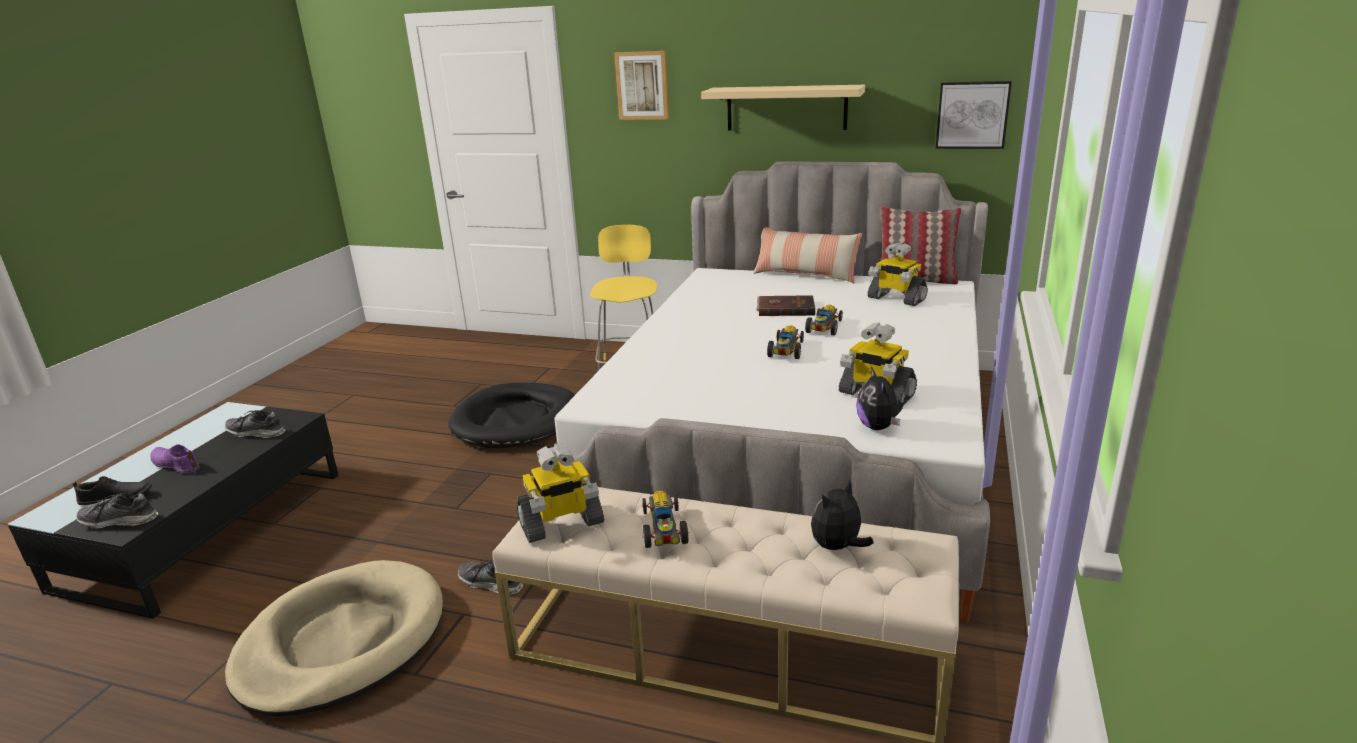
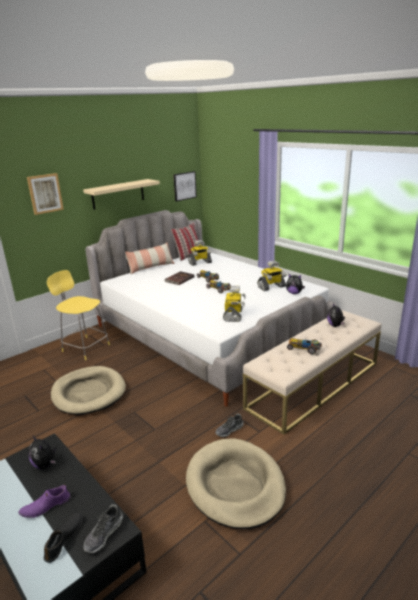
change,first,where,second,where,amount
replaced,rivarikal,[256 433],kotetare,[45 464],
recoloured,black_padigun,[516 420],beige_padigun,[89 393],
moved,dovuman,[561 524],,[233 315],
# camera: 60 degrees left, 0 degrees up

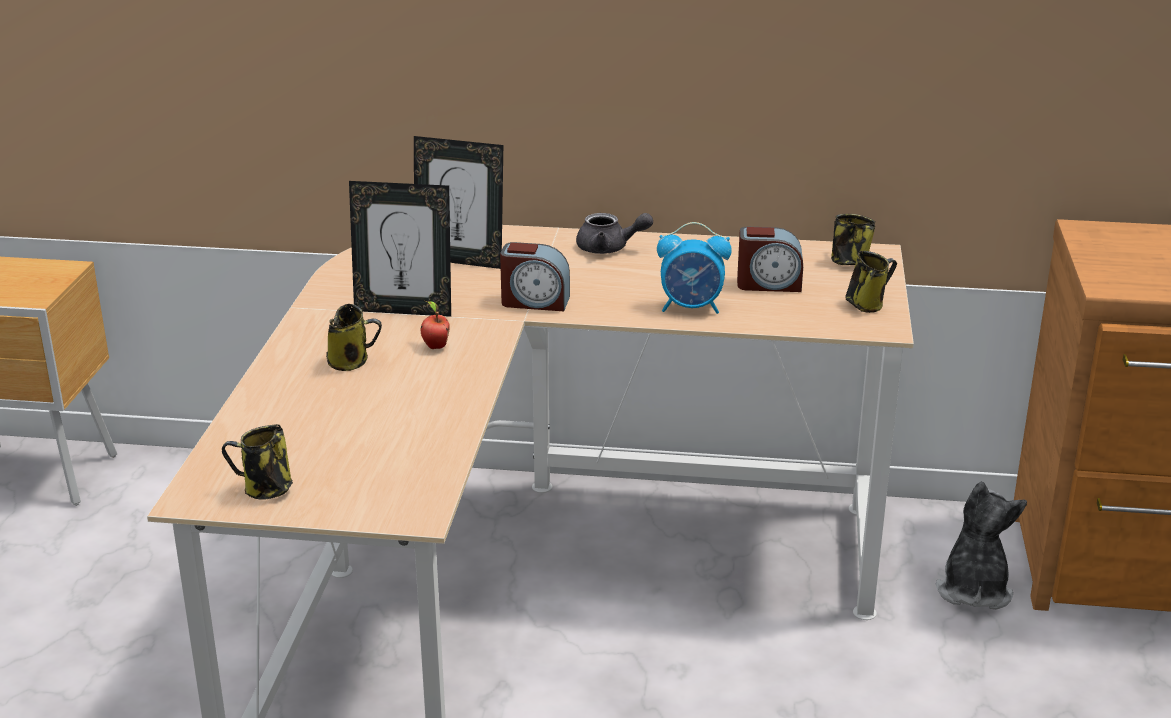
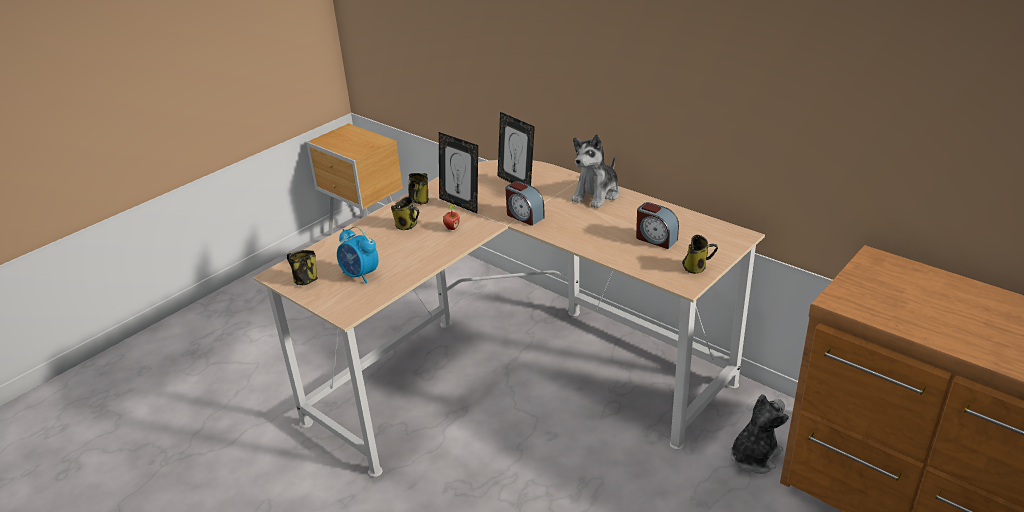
change,first,where,second,where,amount
replaced,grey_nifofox,[609 248],kotetare,[597 194],
moved,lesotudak,[692 308],,[360 275],
moved,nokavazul,[848 262],,[420 200],
# camera: 35 degrees right, 5 degrees up

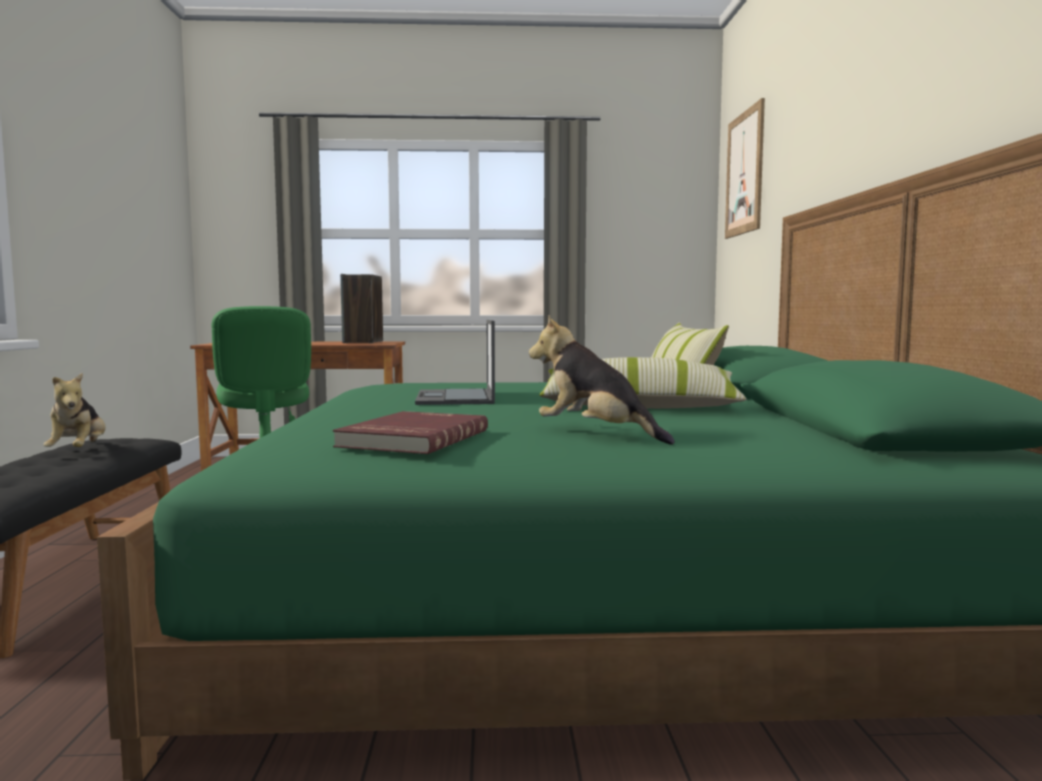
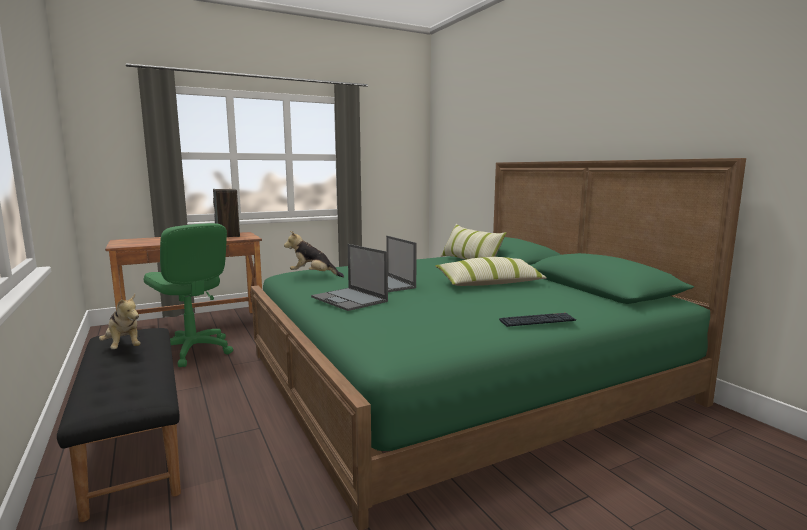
change,first,where,second,where,amount
removed,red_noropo,[412 438],,,
moved,kotetare,[596 435],,[313 275],
removed,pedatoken,[744 173],,,
added,,,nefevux,[350 299],
added,,,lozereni,[537 321],
# camera: 25 degrees left, 5 degrees up

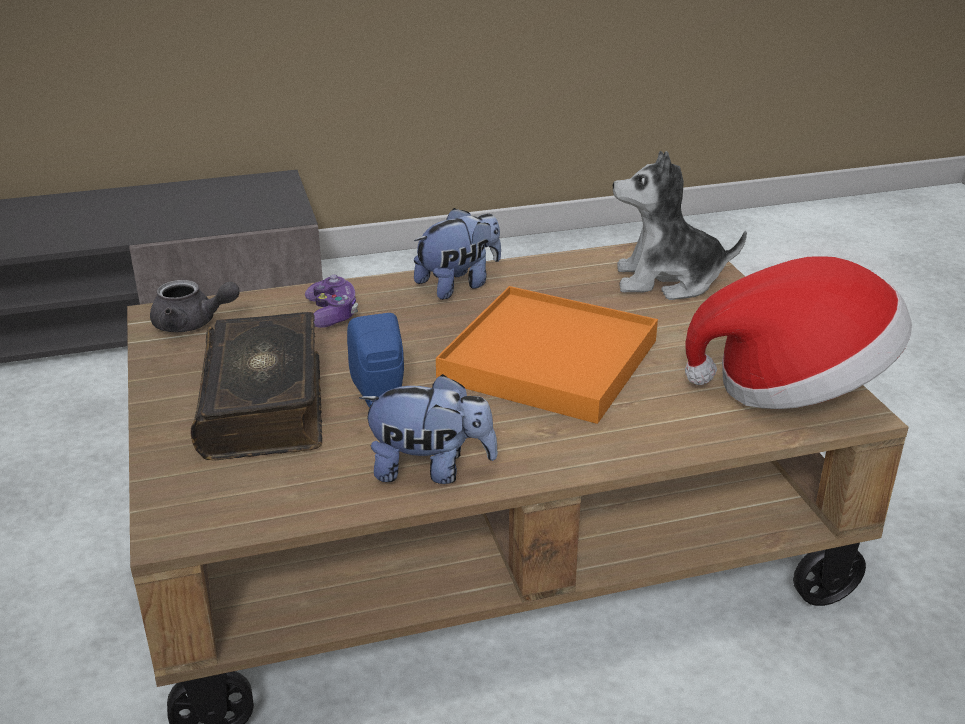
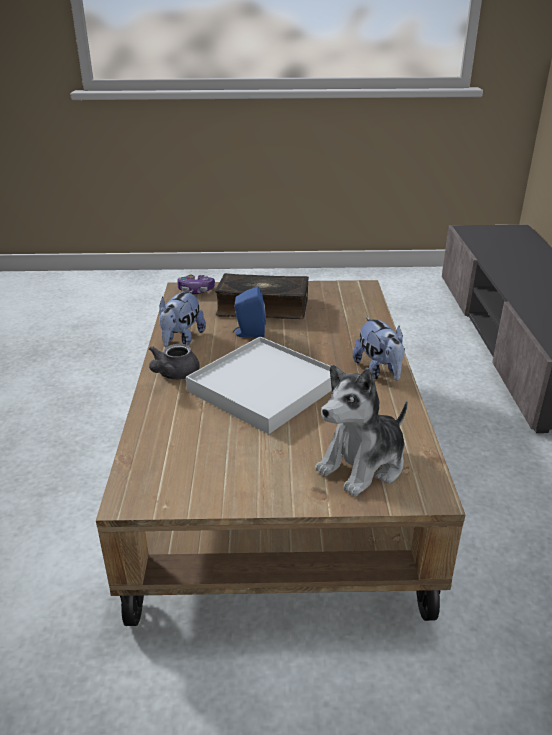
change,first,where,second,where,amount
moved,grey_nifofox,[192 324],,[174 374],
moved,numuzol,[332 313],,[196 290],
recoloured,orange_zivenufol,[549 361],white_zivenufol,[263 388],
turned,kotetare,[667 281],,[363 465],150 degrees counterclockwise
removed,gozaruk,[794 387],,,
# camera: 105 degrees right, 0 degrees up

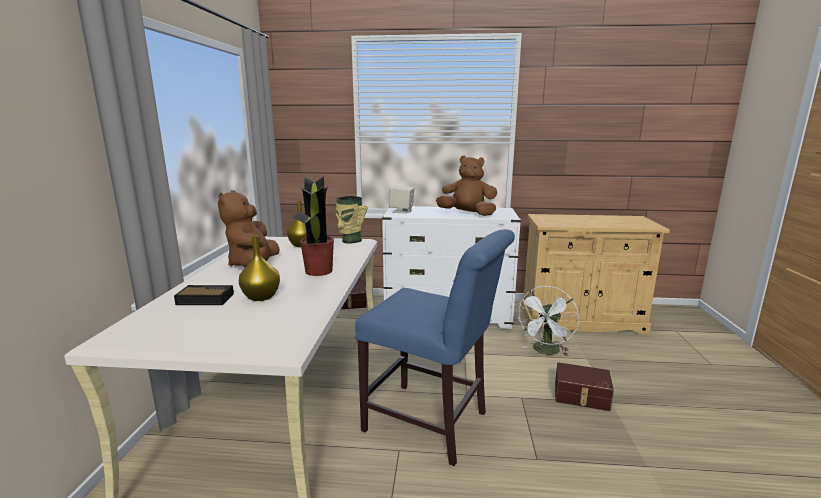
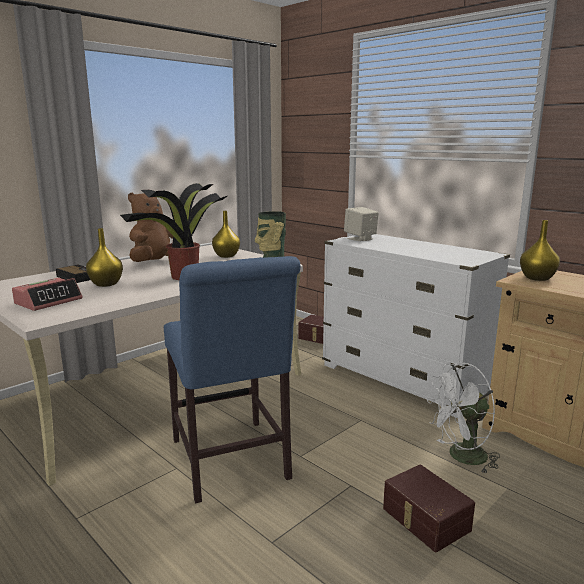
change,first,where,second,where,amount
removed,brown_kotetare,[467 214],,,
added,,,lesotudak,[49 301],
added,,,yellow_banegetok,[537 278],
# camera: 40 degrees right, 0 degrees up

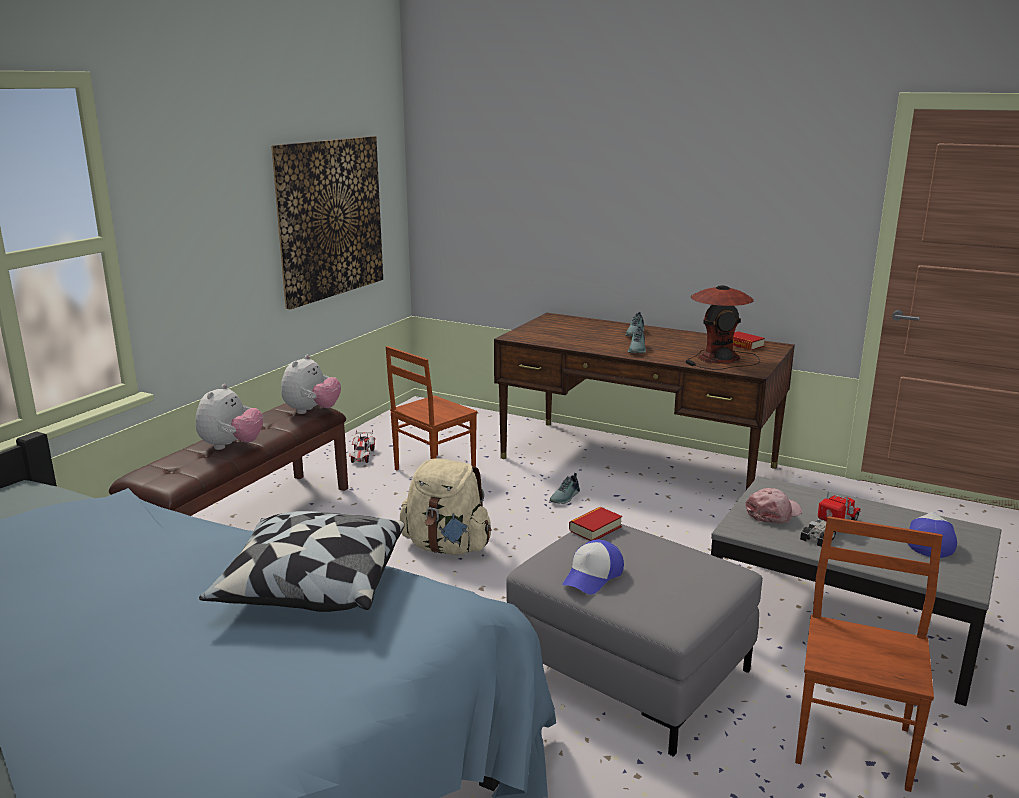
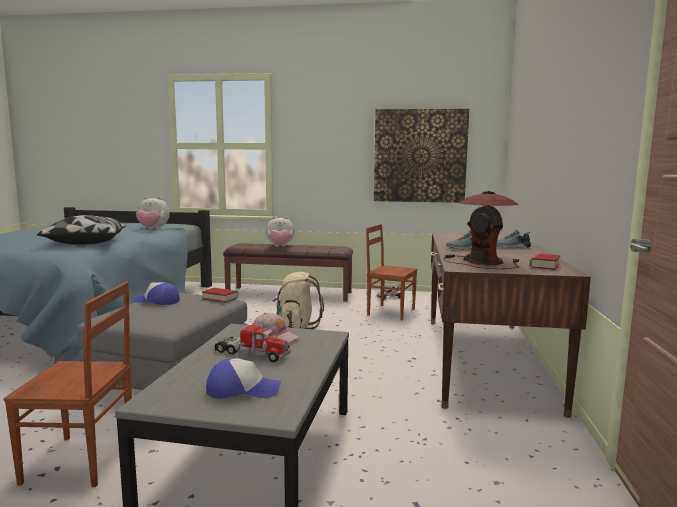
change,first,where,second,where,amount
moved,kotetare,[312 411],,[152 229],
removed,rivarikal,[566 497],,,
# camera: 70 degrees right, 10 degrees down

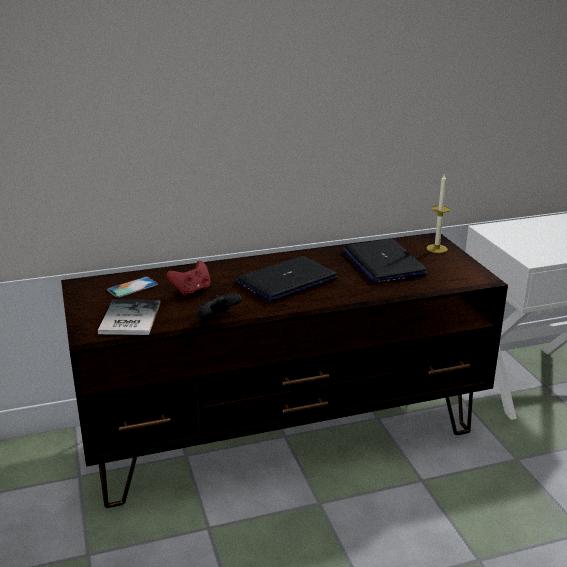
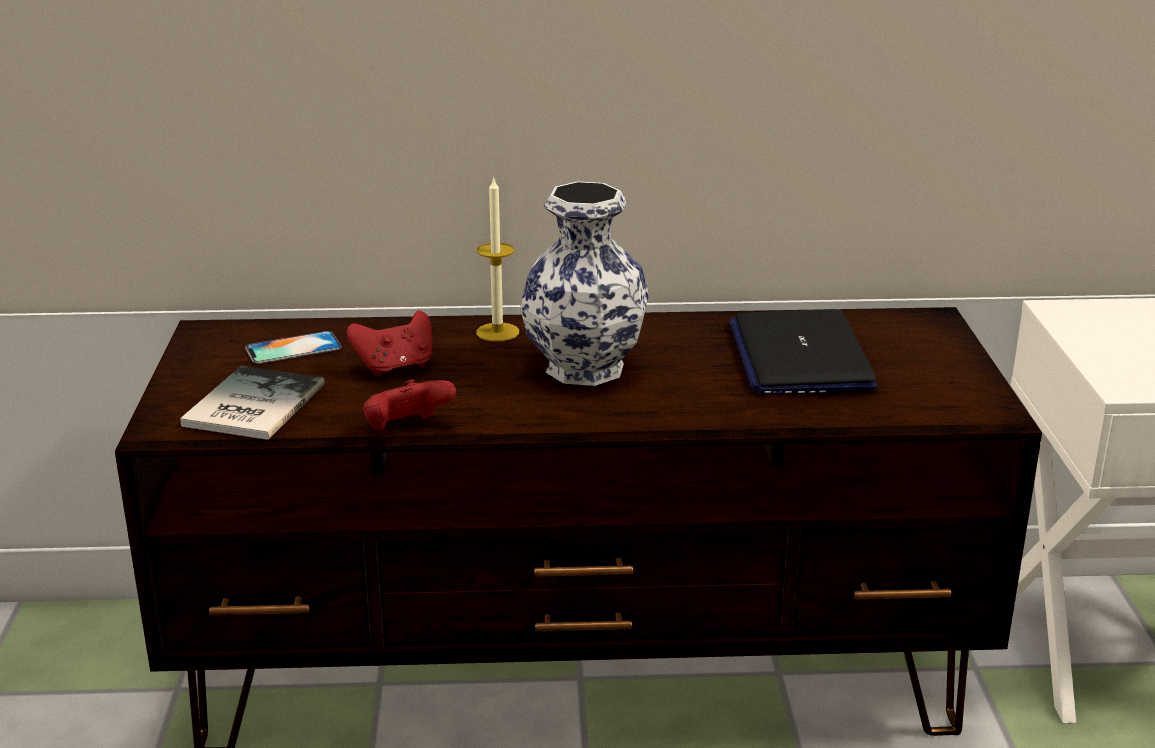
change,first,where,second,where,amount
recoloured,black_numuzol,[216 320],red_numuzol,[407 429],
replaced,nefevux,[287 280],banegetok,[586 369],
moved,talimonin,[436 248],,[497 332],
# camera: 15 degrees right, 0 degrees up

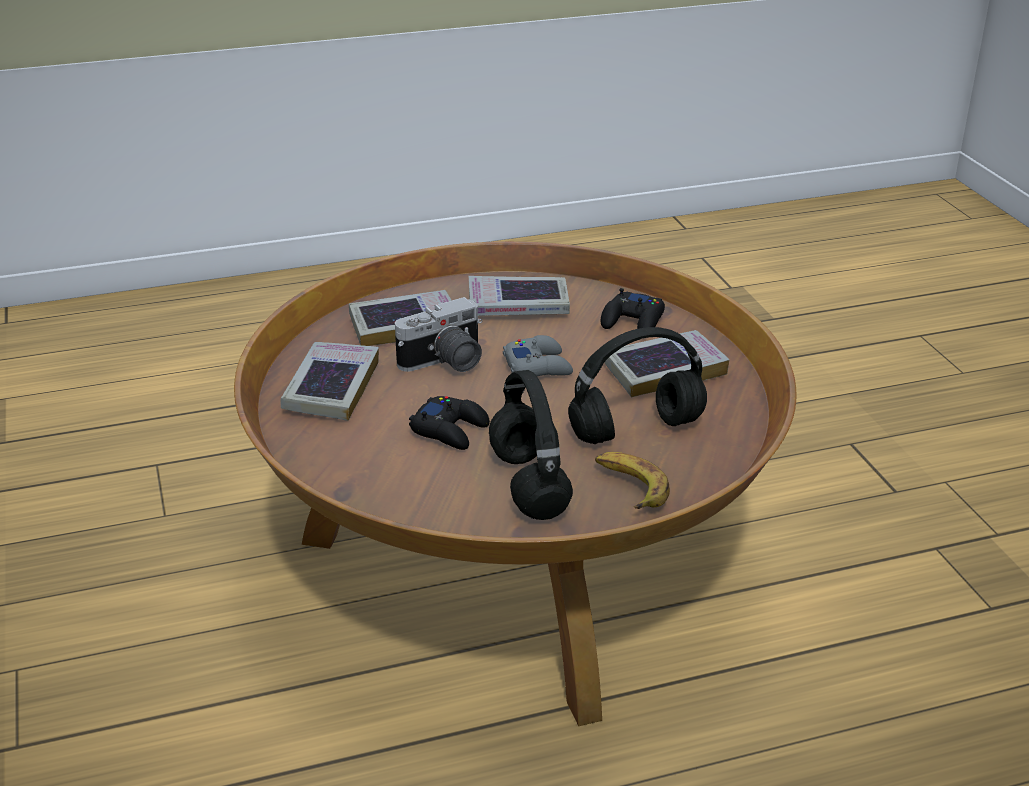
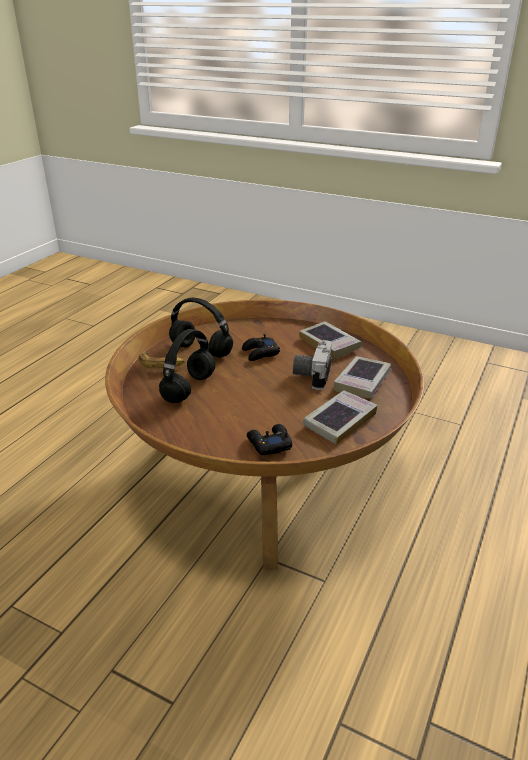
change,first,where,second,where,amount
removed,grey_numuzol,[538 366],,,
removed,noropo,[664 370],,,
# camera: 135 degrees right, 0 degrees up

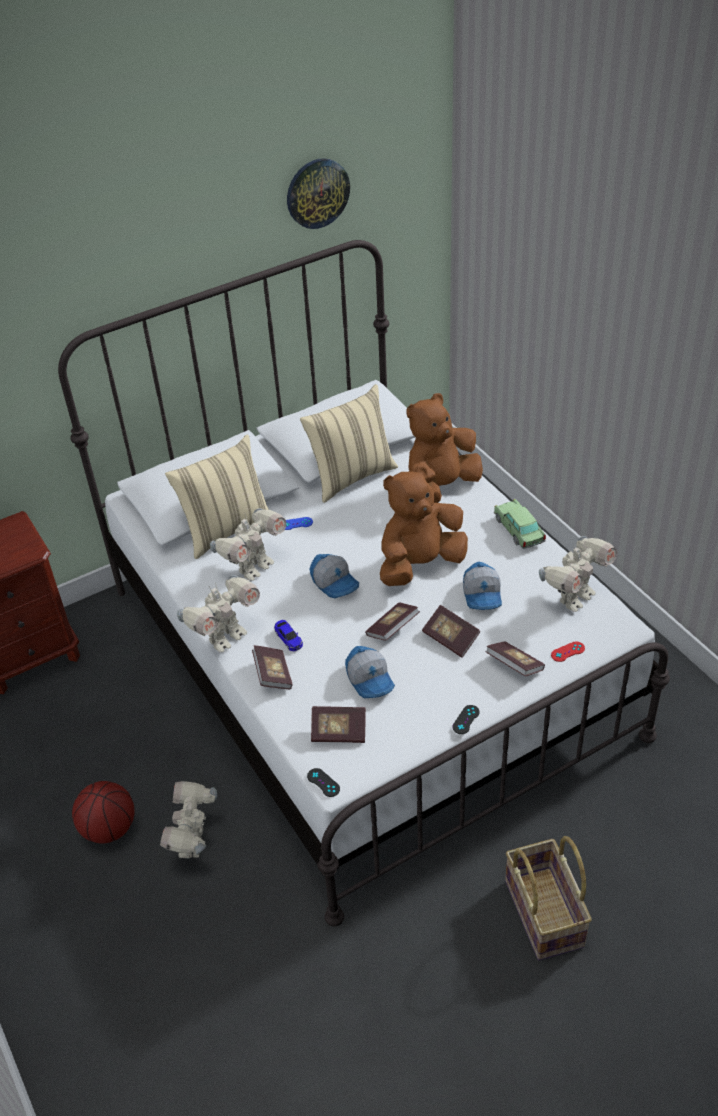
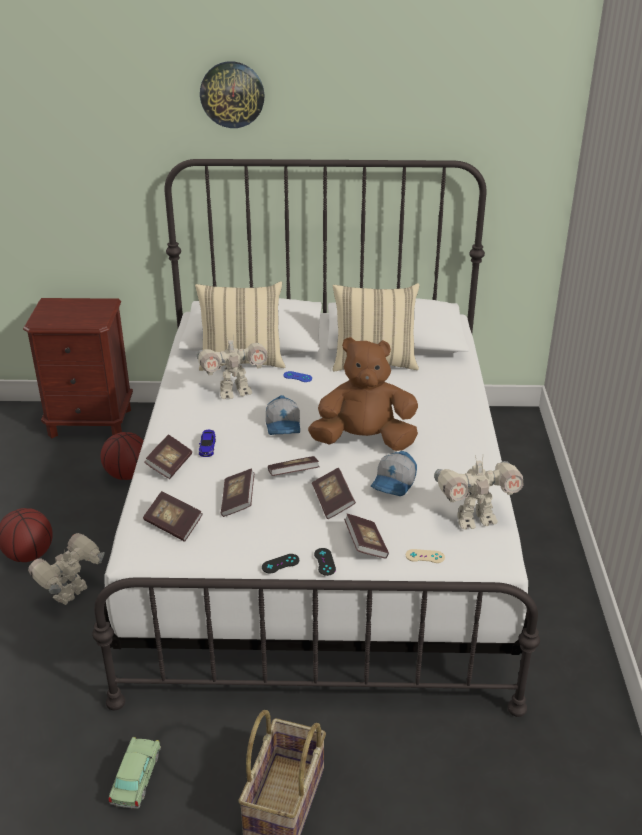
change,first,where,second,where,amount
removed,dovuman,[225 637],,,
moved,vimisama,[317 193],,[232 94],
moved,black_numuzol,[323 782],,[324 562],
replaced,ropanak,[371 679],noropo,[238 501],
removed,brown_kotetare,[440 488],,,
moved,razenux,[519 530],,[136 778],
recoloured,red_numuzol,[567 652],beige_numuzol,[425 556],
added,,,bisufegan,[128 474],
# camera: 30 degrees right, 10 degrees down

